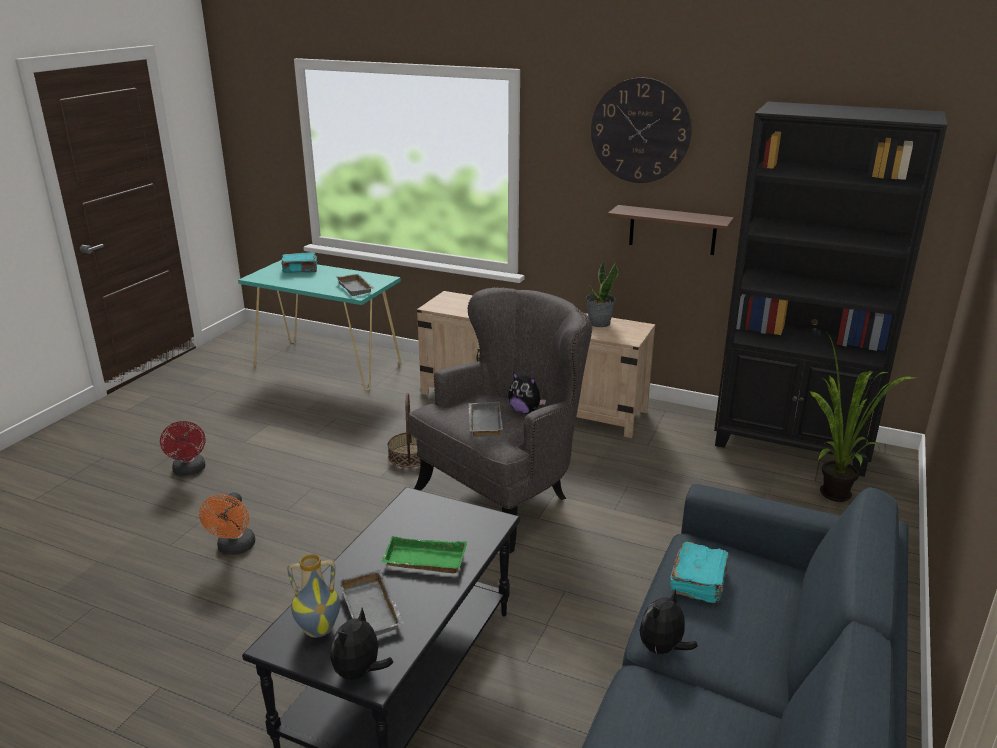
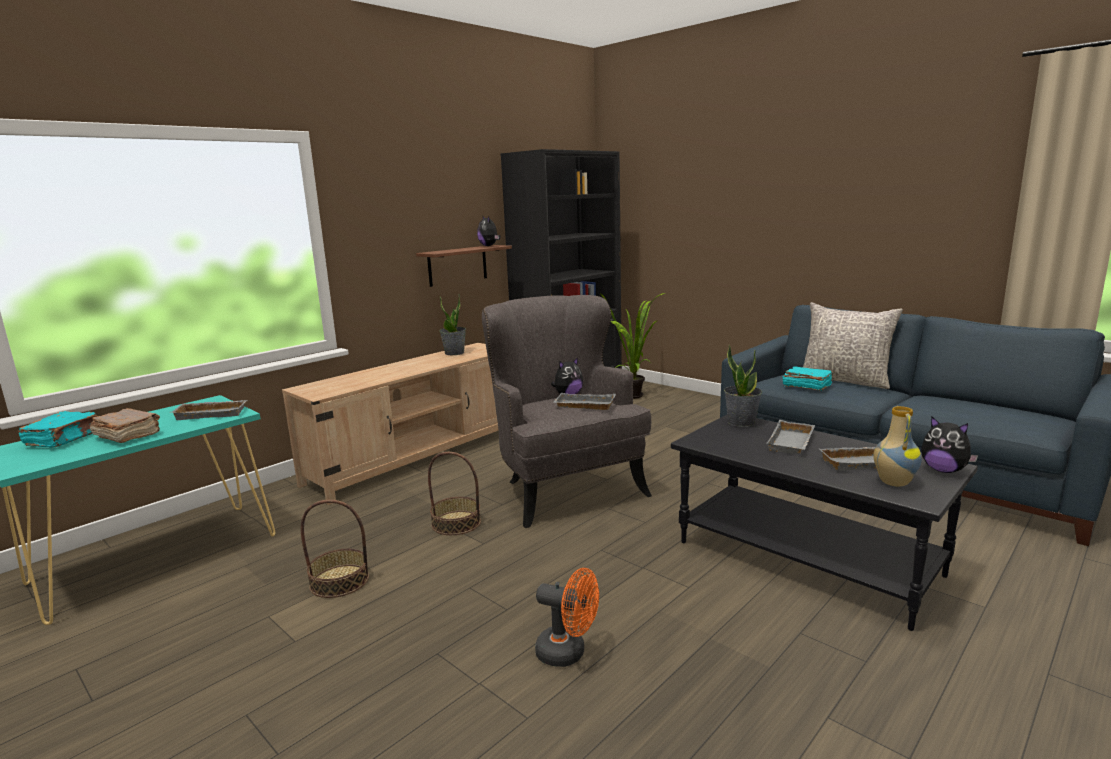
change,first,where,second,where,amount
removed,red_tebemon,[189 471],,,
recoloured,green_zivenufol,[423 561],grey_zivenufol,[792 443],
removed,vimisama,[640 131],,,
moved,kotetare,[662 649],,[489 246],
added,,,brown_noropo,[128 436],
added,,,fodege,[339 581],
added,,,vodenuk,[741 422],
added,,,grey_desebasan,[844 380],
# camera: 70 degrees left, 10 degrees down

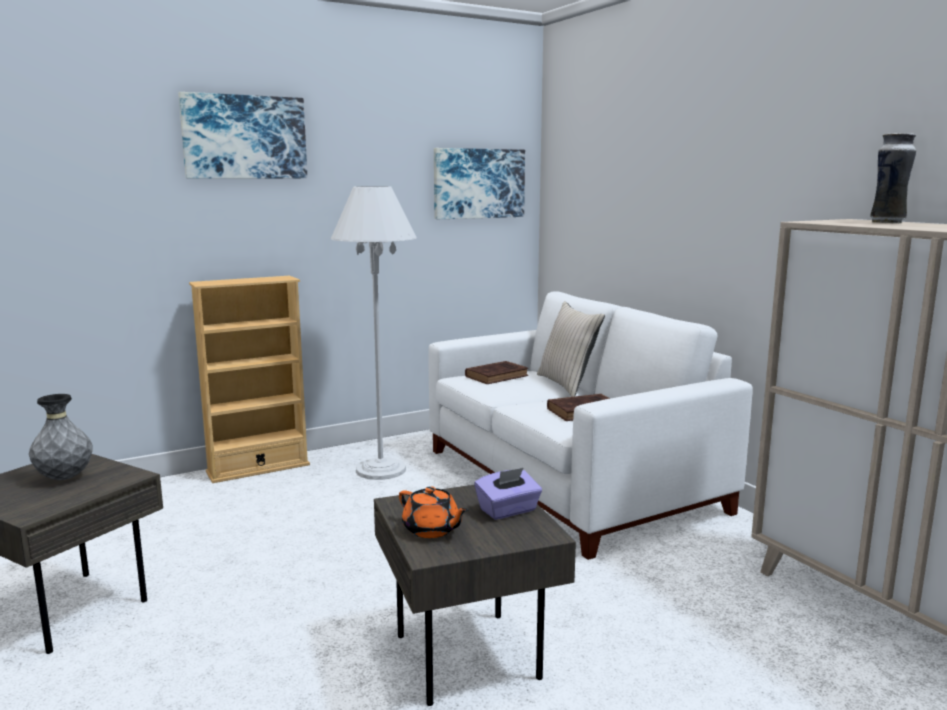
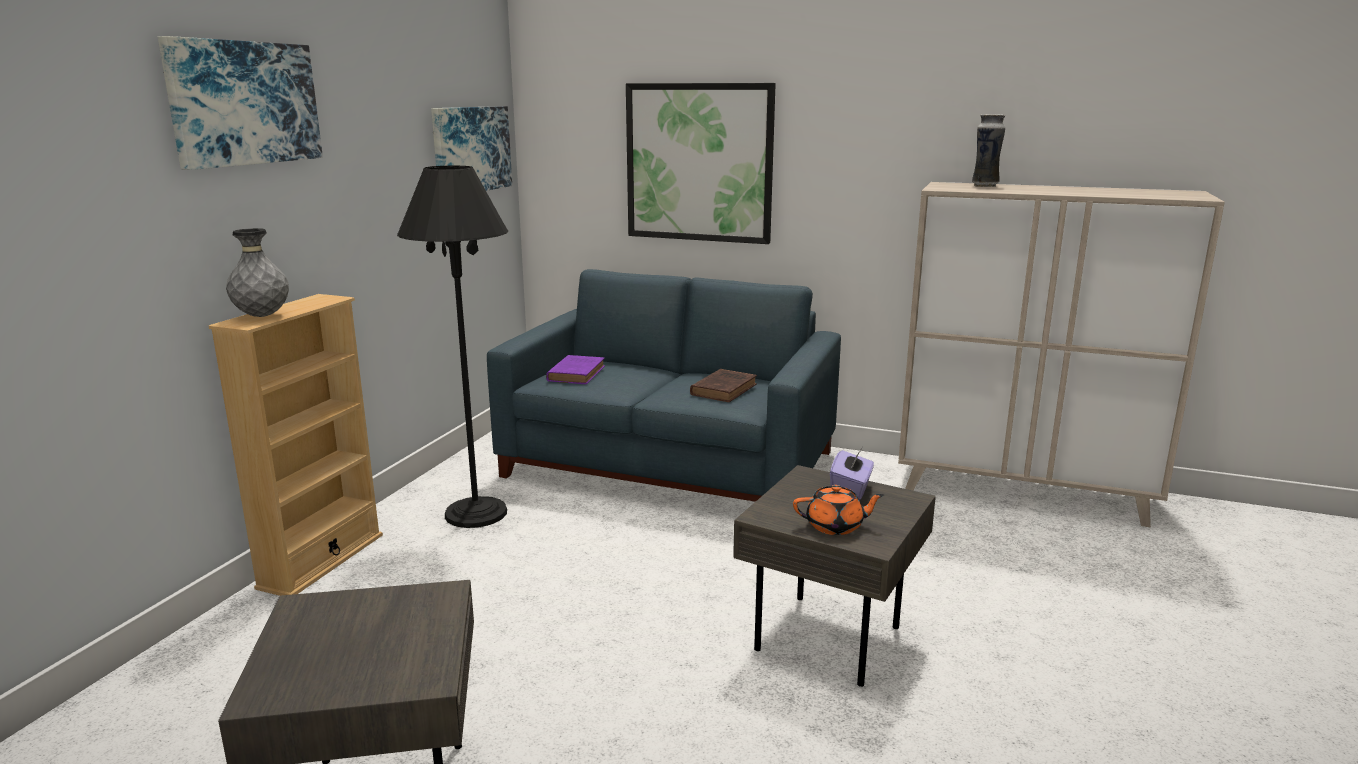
change,first,where,second,where,amount
moved,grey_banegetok,[65 478],,[262 316],
recoloured,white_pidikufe,[381 469],black_pidikufe,[476 513],
recoloured,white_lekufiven,[568 480],blue_lekufiven,[670 465],
recoloured,brown_noropo,[498 376],purple_noropo,[577 373],
removed,beige_desebasan,[567 385],,,
added,,,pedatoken,[699 163],
# camera: 40 degrees left, 5 degrees up

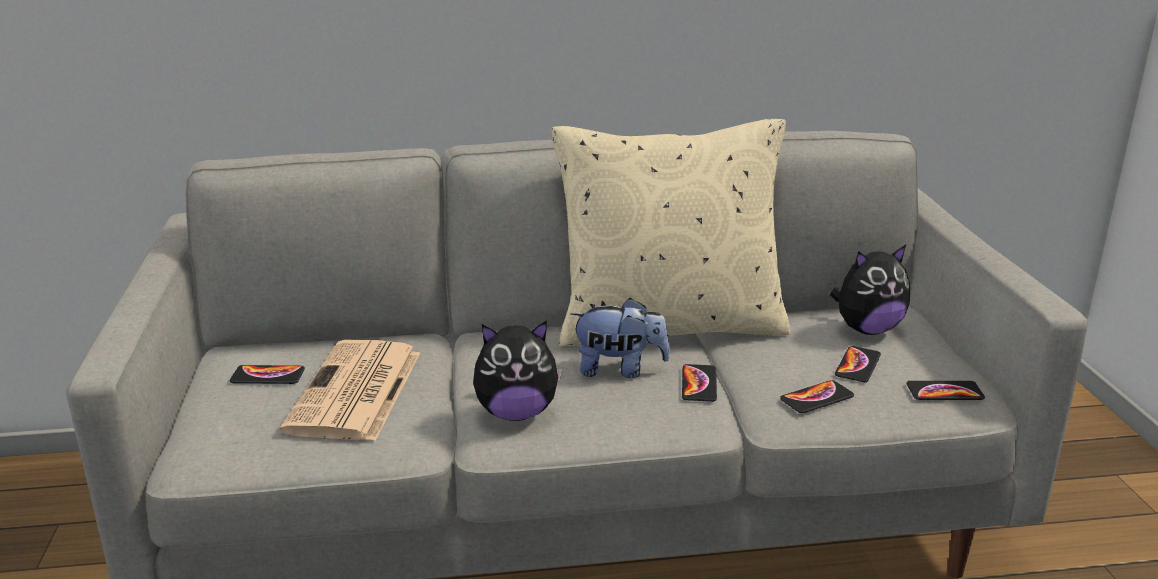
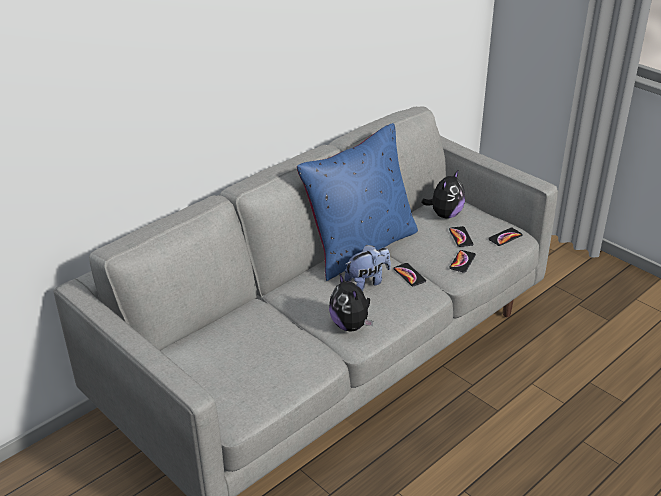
change,first,where,second,where,amount
removed,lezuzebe,[267 376],,,
removed,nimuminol,[356 392],,,
turned,kotetare,[516 413],,[351 325],105 degrees clockwise
recoloured,beige_desebasan,[669 325],blue_desebasan,[360 247],
# camera: 35 degrees left, 10 degrees up

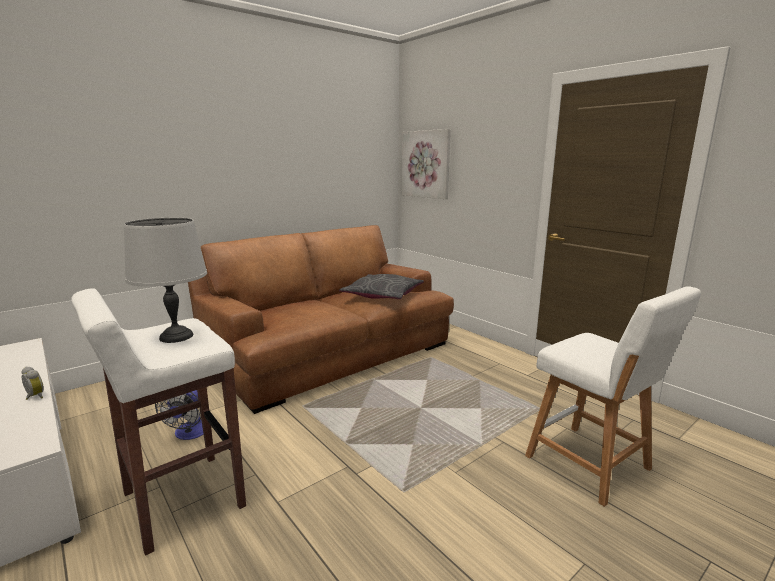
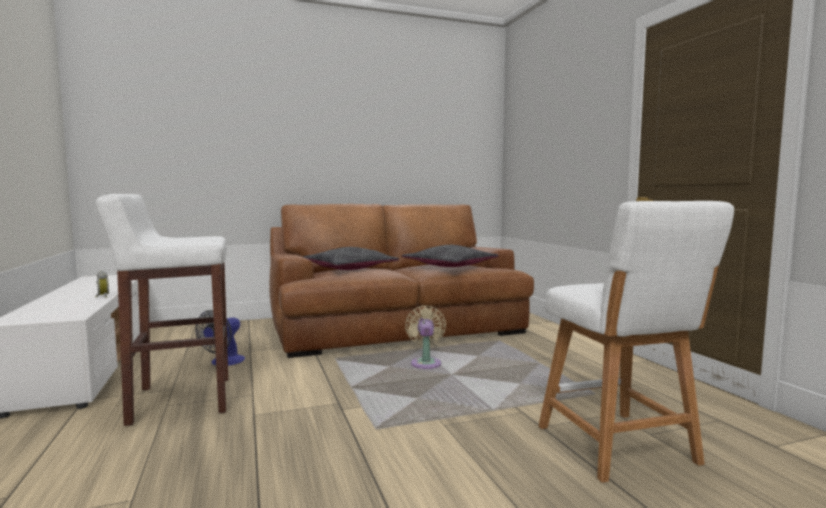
change,first,where,second,where,amount
removed,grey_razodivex,[177 336],,,
removed,pedatoken,[426 164],,,
added,,,grey_desebasan,[350 269],
added,,,beige_tebemon,[426 362],
# camera: 20 degrees right, 10 degrees down

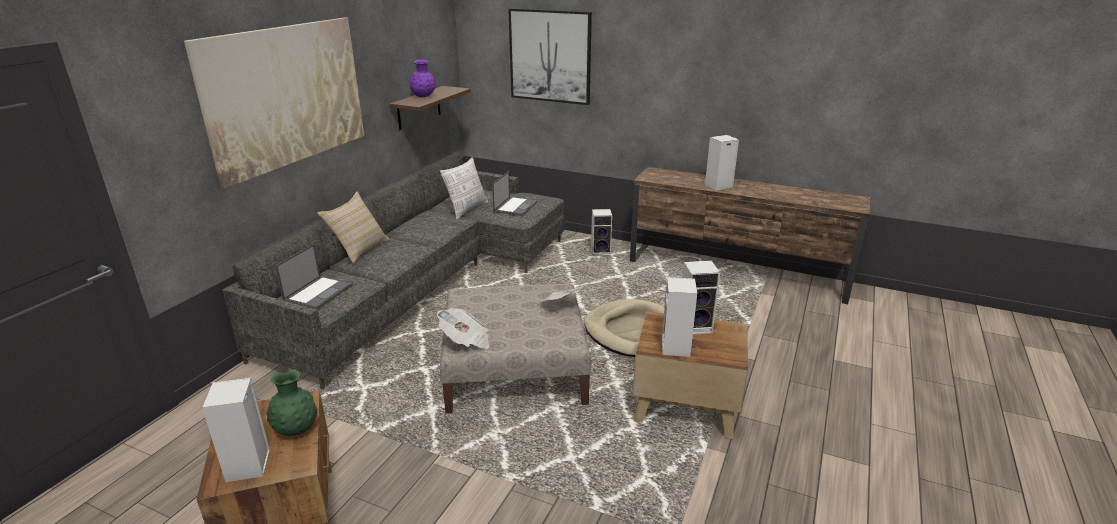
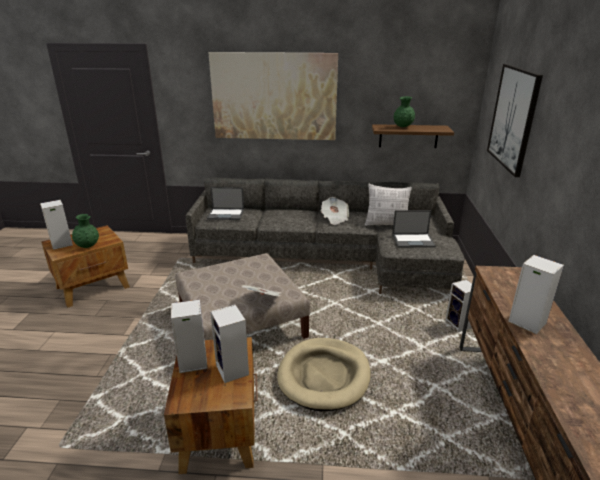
change,first,where,second,where,amount
removed,beige_desebasan,[359 249],,,
recoloured,purple_banegetok,[423 97],green_banegetok,[403 127],
moved,nimuminol,[466 341],,[334 218],
# camera: 70 degrees right, 0 degrees up

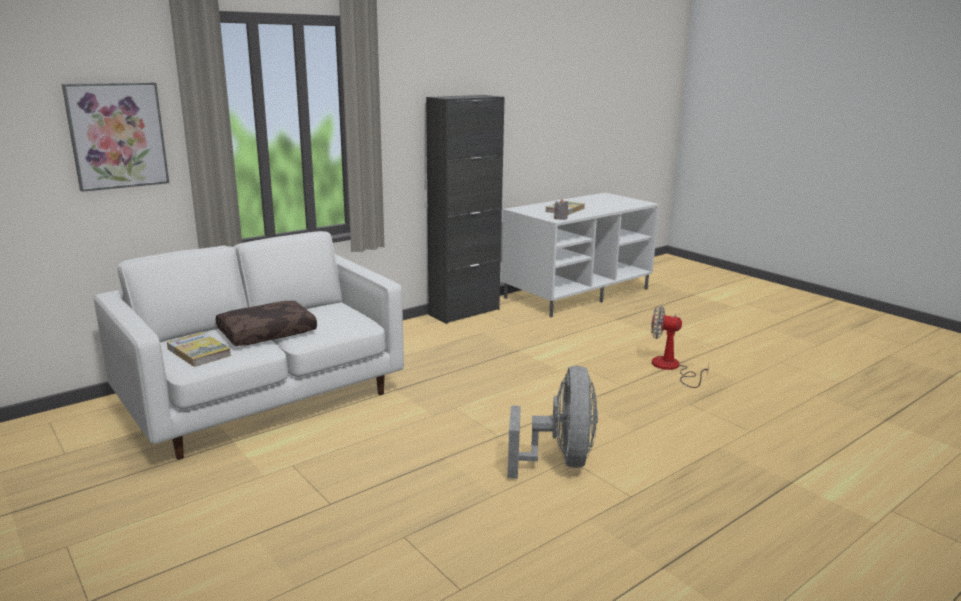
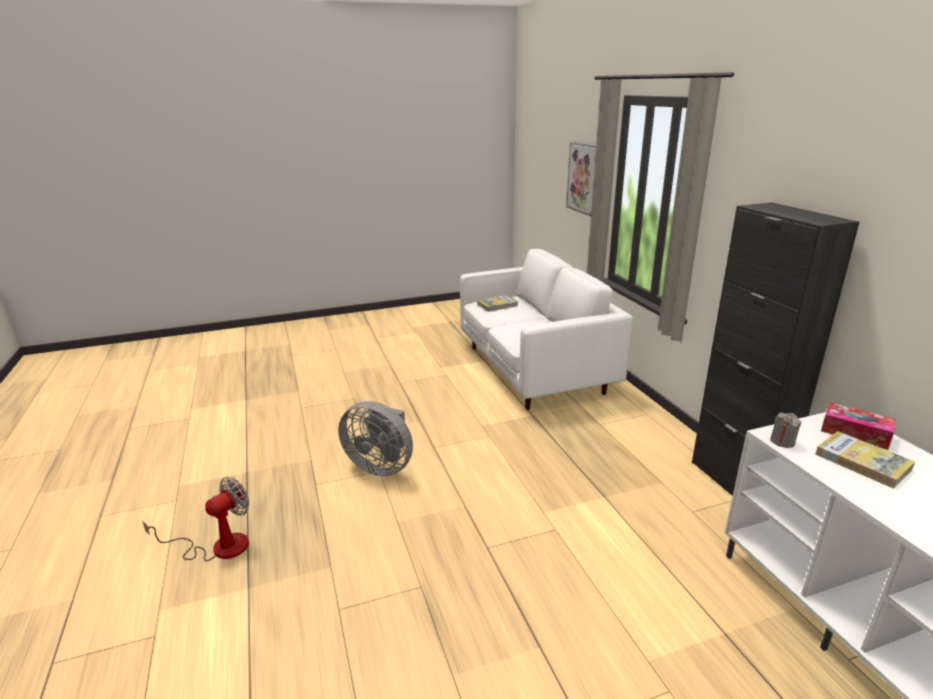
change,first,where,second,where,amount
removed,brown_desebasan,[267 332],,,
moved,tebemon,[671 368],,[218 546],
added,,,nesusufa,[855 433],
# camera: 110 degrees right, 5 degrees up

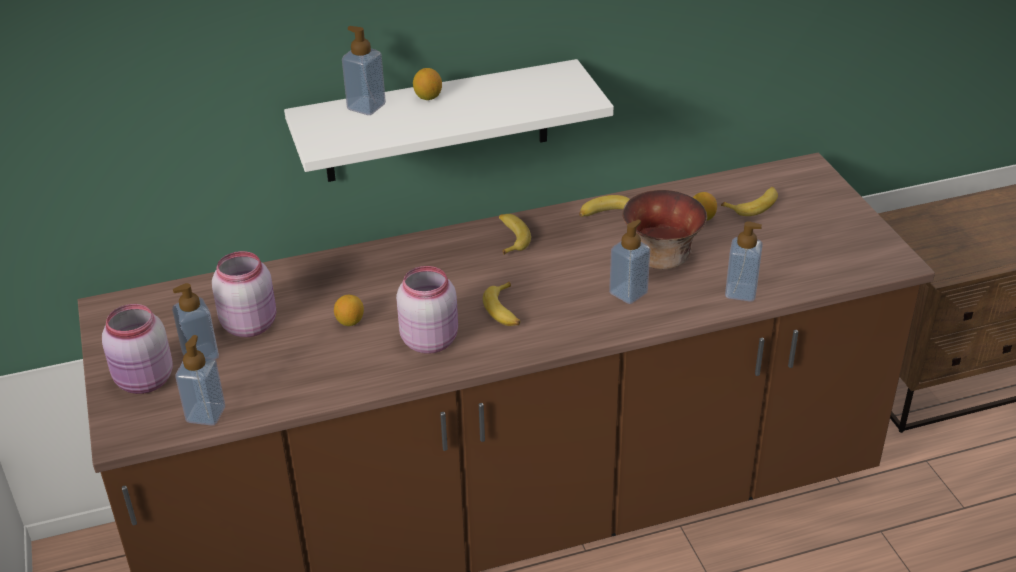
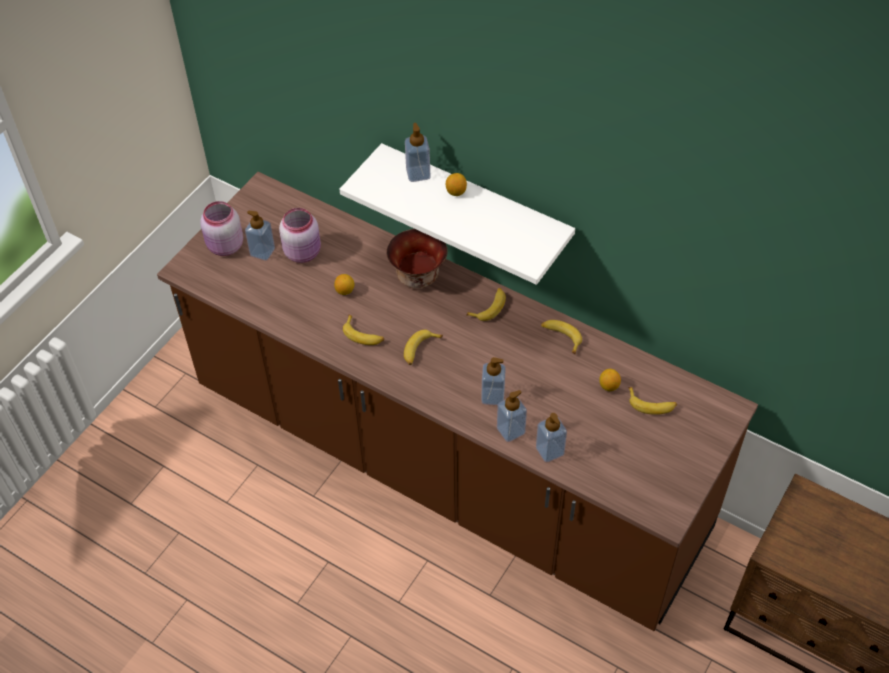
change,first,where,second,where,amount
moved,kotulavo,[206 414],,[510 430],
replaced,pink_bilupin,[430 339],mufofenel,[363 335],
moved,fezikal,[660 257],,[418 275],
# camera: 50 degrees right, 15 degrees up

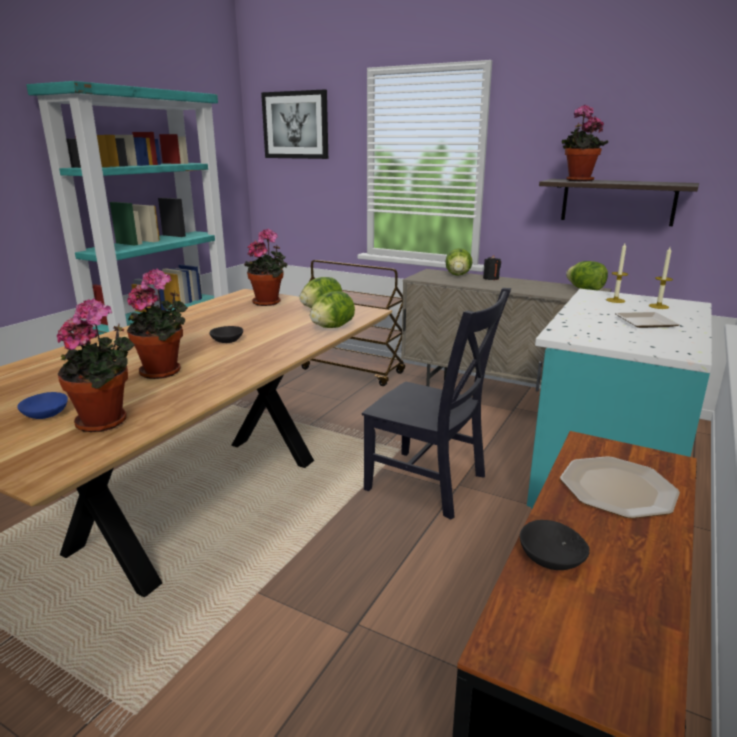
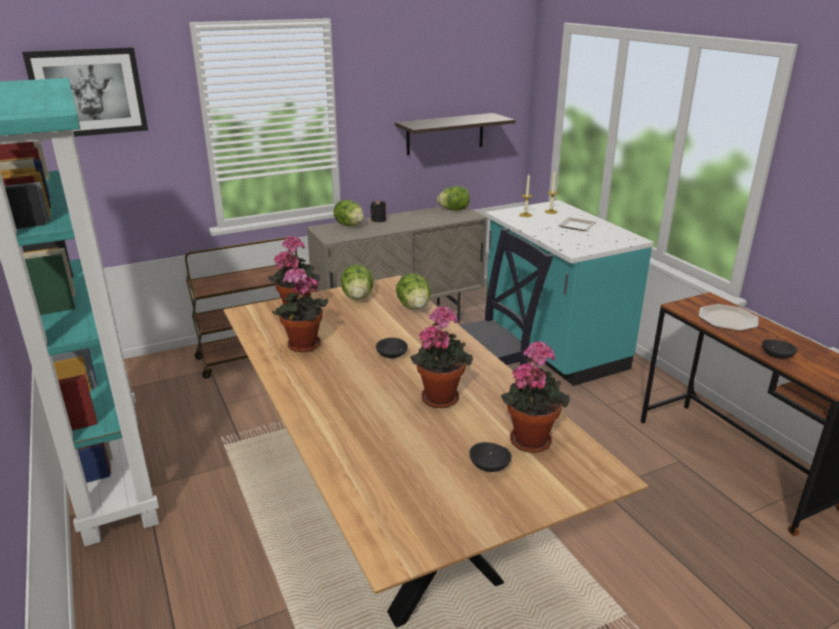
change,first,where,second,where,amount
recoloured,blue_fezikal,[44 414],black_fezikal,[488 465],
moved,vodenuk,[577 180],,[303 347],
# camera: 55 degrees left, 5 degrees up

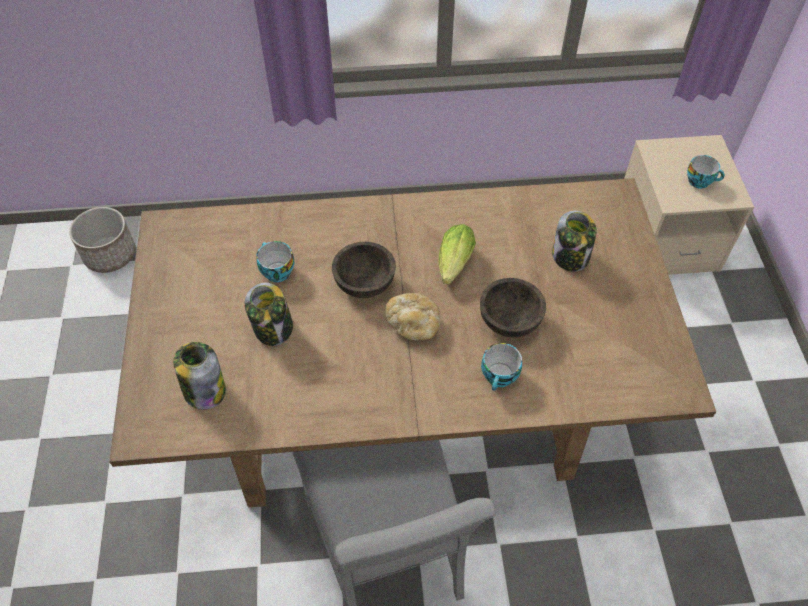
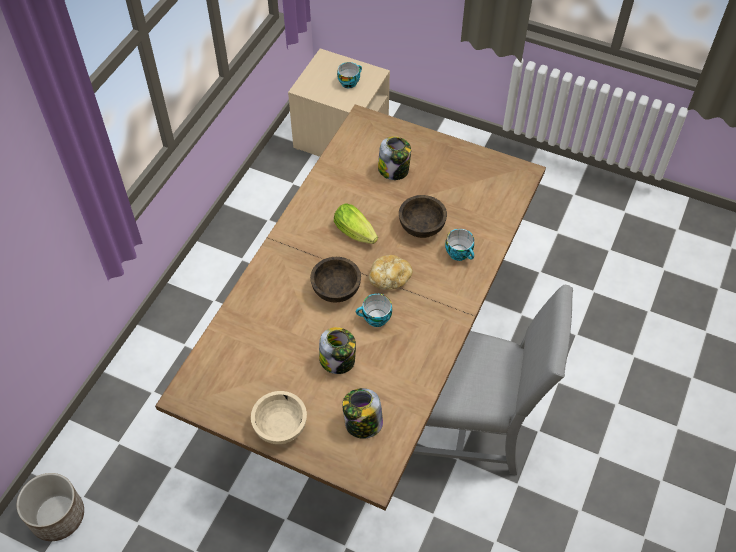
change,first,where,second,where,amount
moved,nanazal,[276 271],,[375 319],
added,,,beige_fezikal,[281 427],
# camera: 60 degrees left, 0 degrees up

